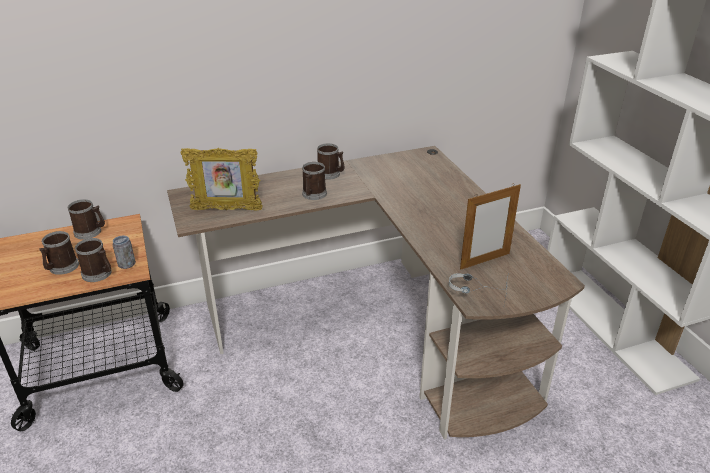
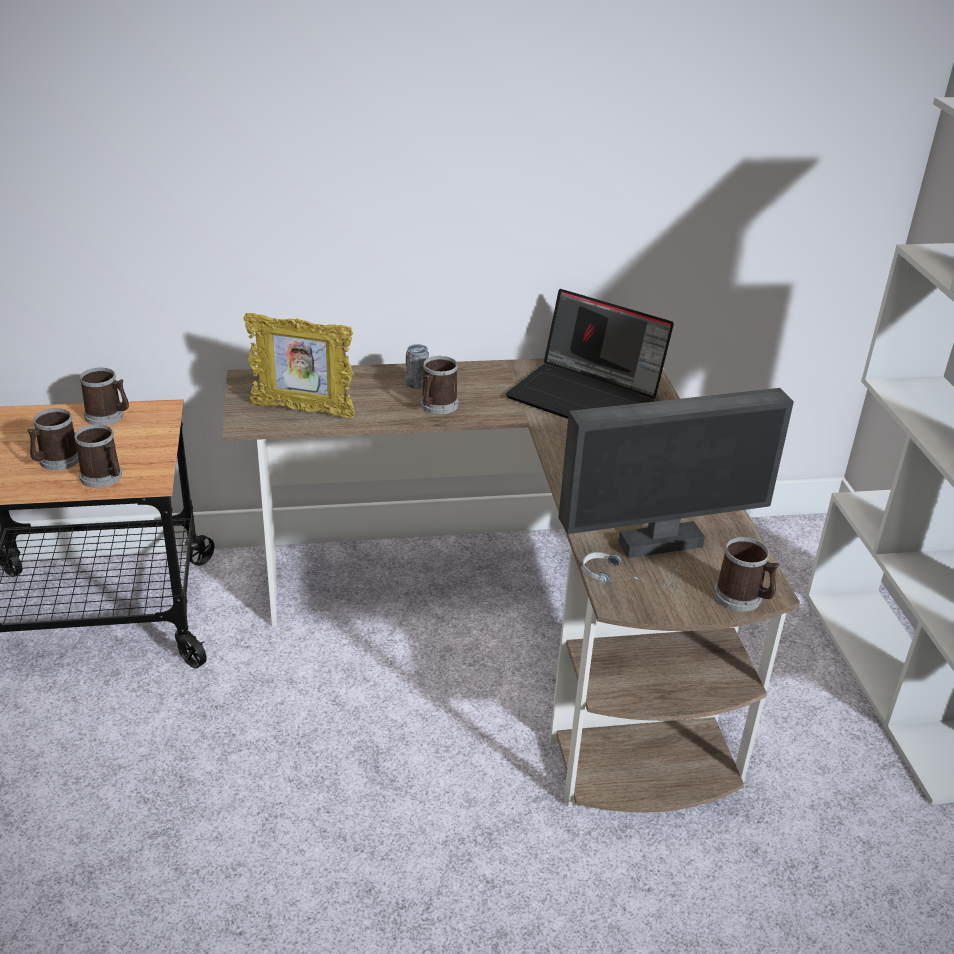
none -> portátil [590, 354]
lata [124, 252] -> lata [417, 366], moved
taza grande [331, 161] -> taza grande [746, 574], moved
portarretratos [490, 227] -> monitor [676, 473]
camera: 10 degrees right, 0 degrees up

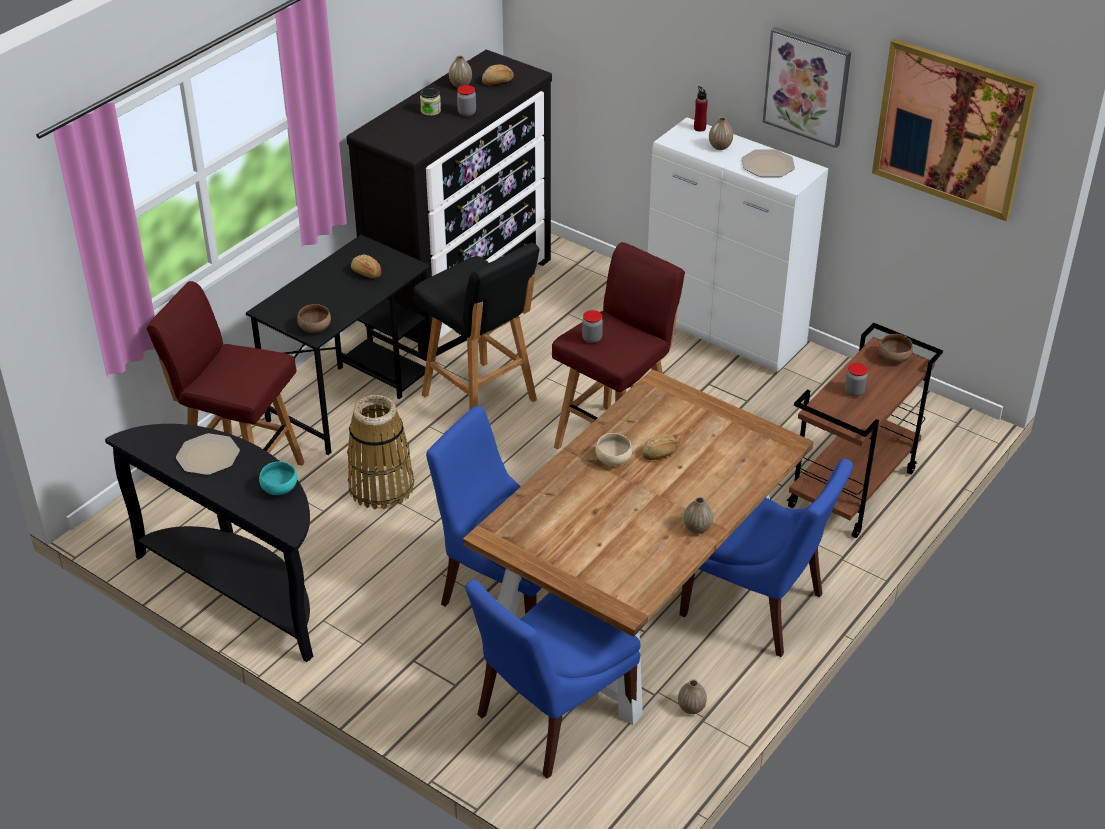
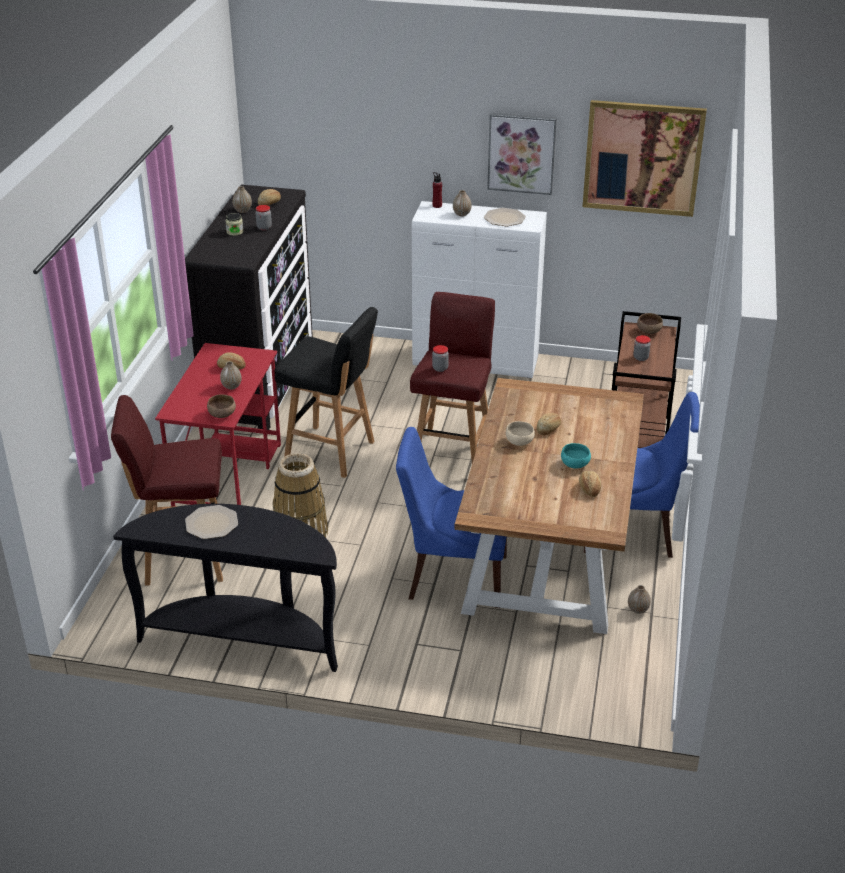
silla (azul) [553, 678] -> none
none -> pan [590, 484]
cuenco (turquesa) [278, 478] -> cuenco (turquesa) [576, 456], moved
florero [698, 515] -> florero [231, 375], moved
escritorio (negro) [338, 345] -> escritorio (rojo) [218, 425]
camera: 25 degrees left, 5 degrees down

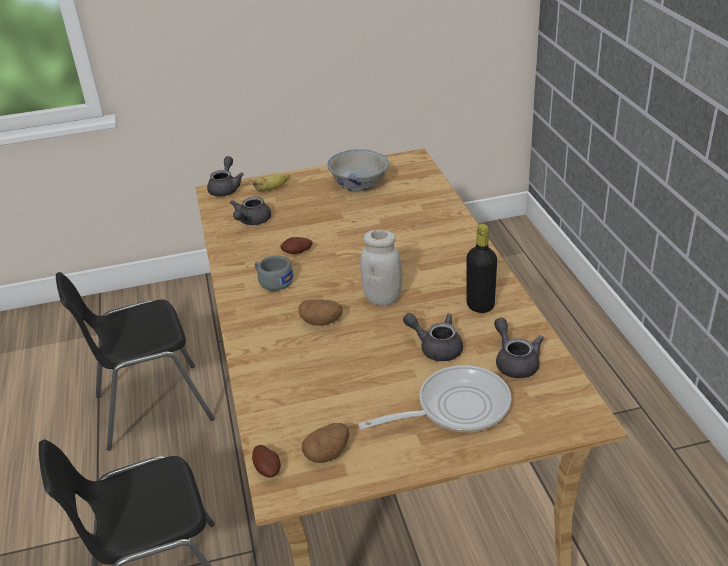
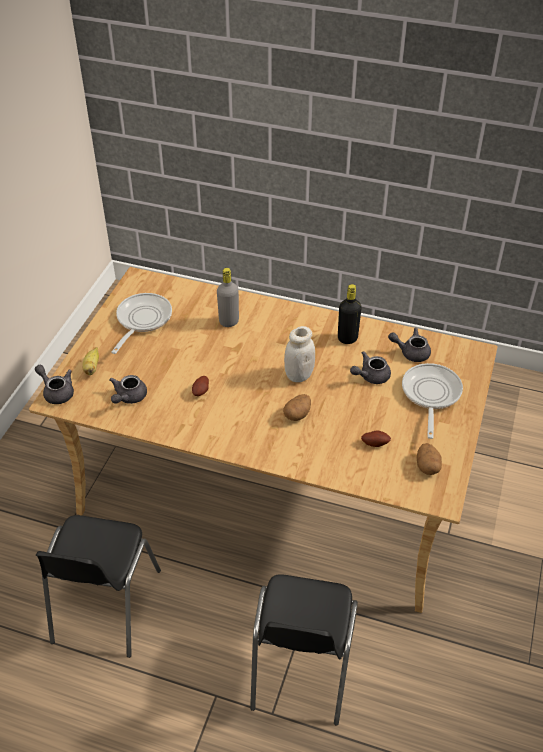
taza (gris) [274, 273] -> none
none -> botella (gris) [228, 297]
patata [266, 461] -> patata [376, 438], moved
cuenco (blanco) [358, 170] -> sartén [141, 323]
tetera (gris) [250, 211] -> tetera (gris) [128, 389], 60 degrees clockwise
camera: 60 degrees left, 10 degrees up

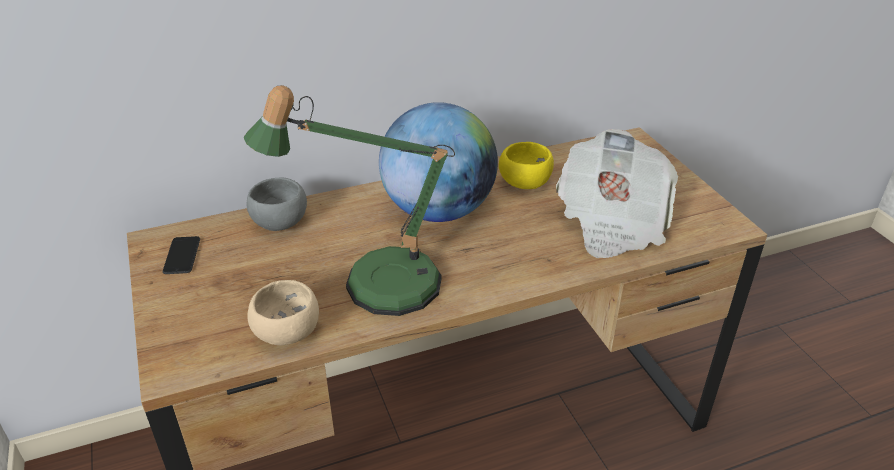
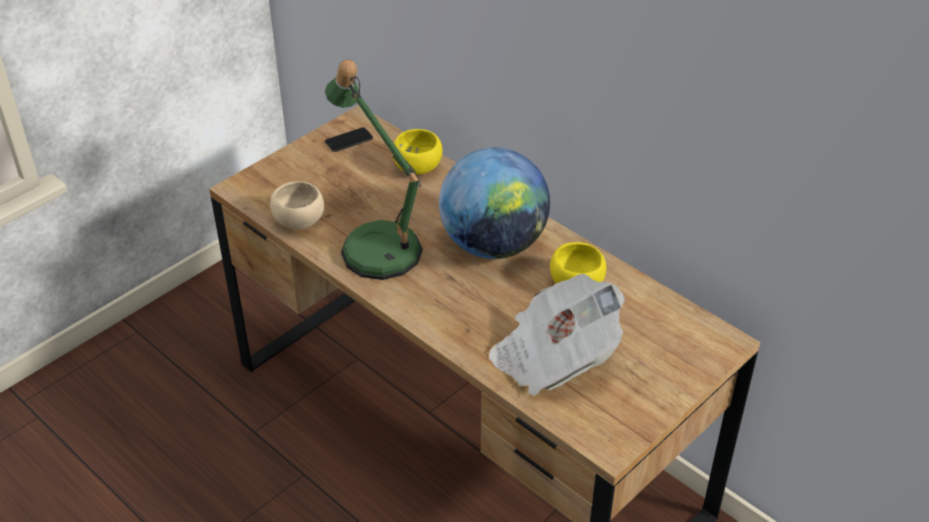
cuenco (gris) [276, 204] -> cuenco (amarillo) [417, 152]
camera: 65 degrees right, 5 degrees up

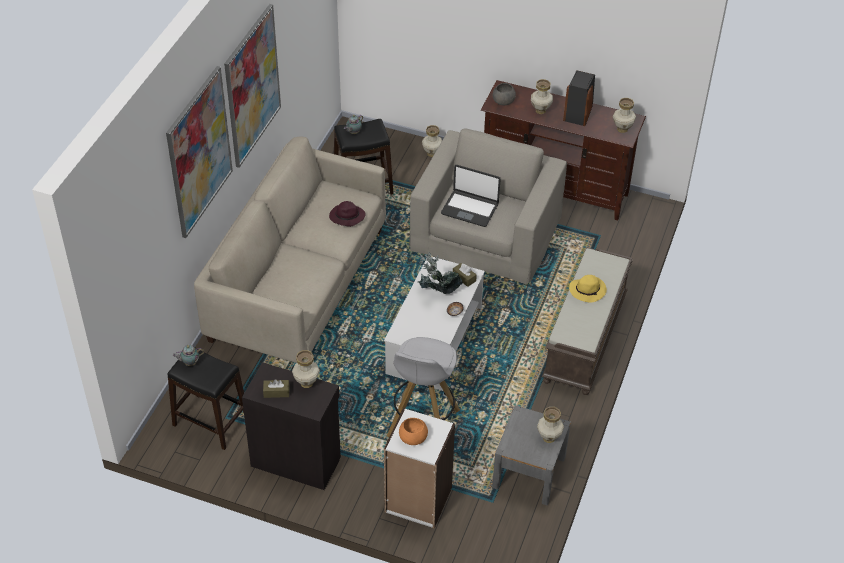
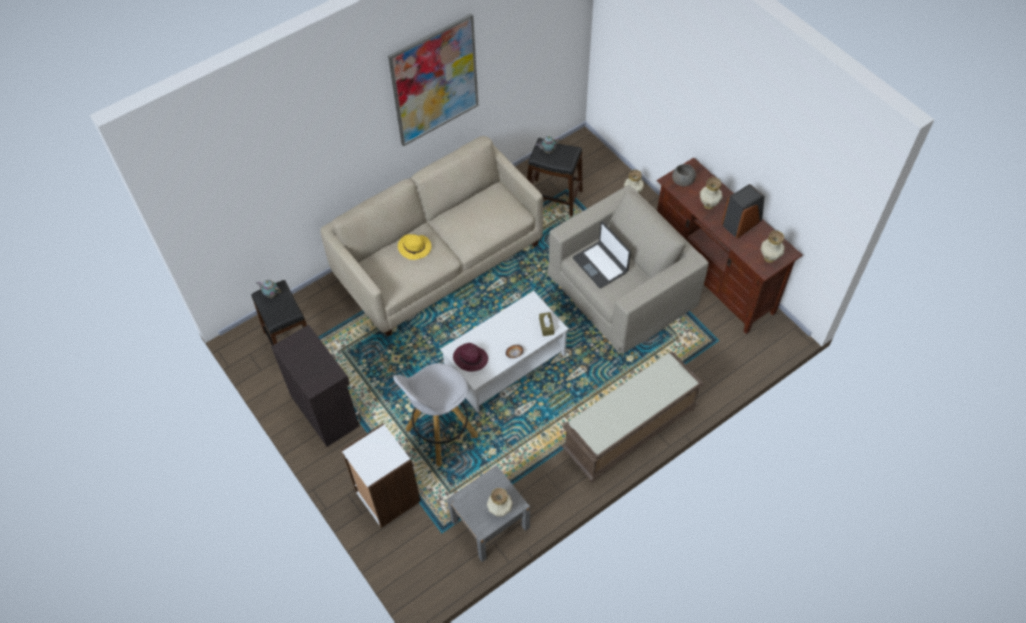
cuadro [199, 152] -> none
caja de pañuelos (marrón) [276, 388] -> none
florero [306, 369] -> none
cuenco (naranja) [413, 431] -> none
planta en maceta [439, 273] -> none
sombrero (morado) [347, 214] -> sombrero (morado) [470, 357], moved
sombrero (amarillo) [588, 289] -> sombrero (amarillo) [414, 247], moved
camera: 35 degrees right, 10 degrees up

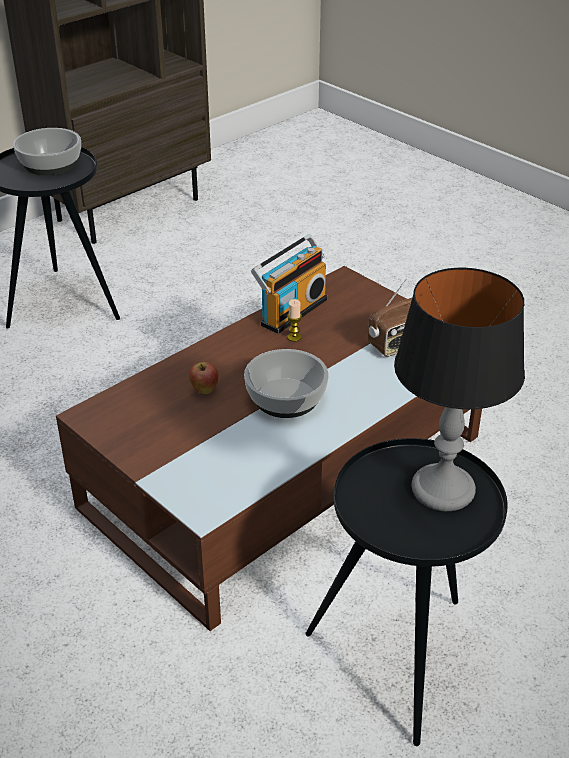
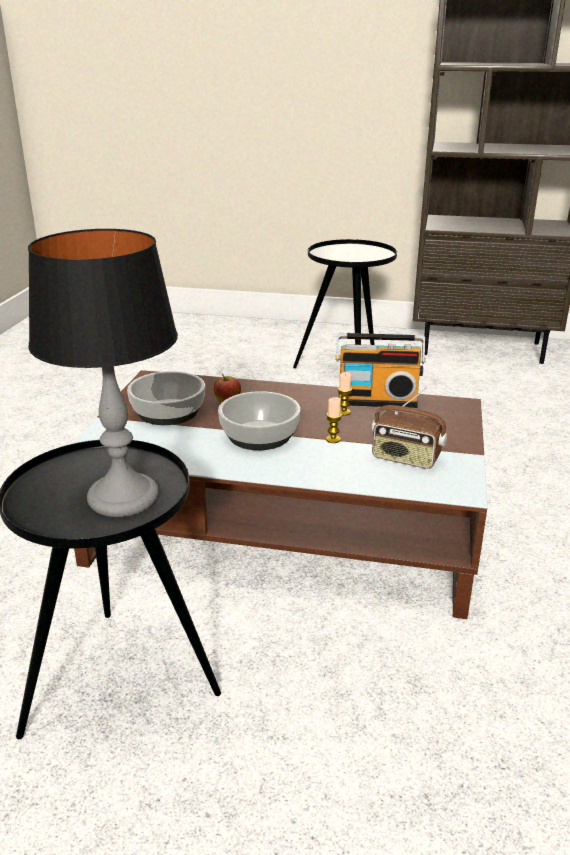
none -> vela [334, 420]
cuenco [47, 151] -> cuenco [166, 398], moved
camera: 55 degrees right, 10 degrees down

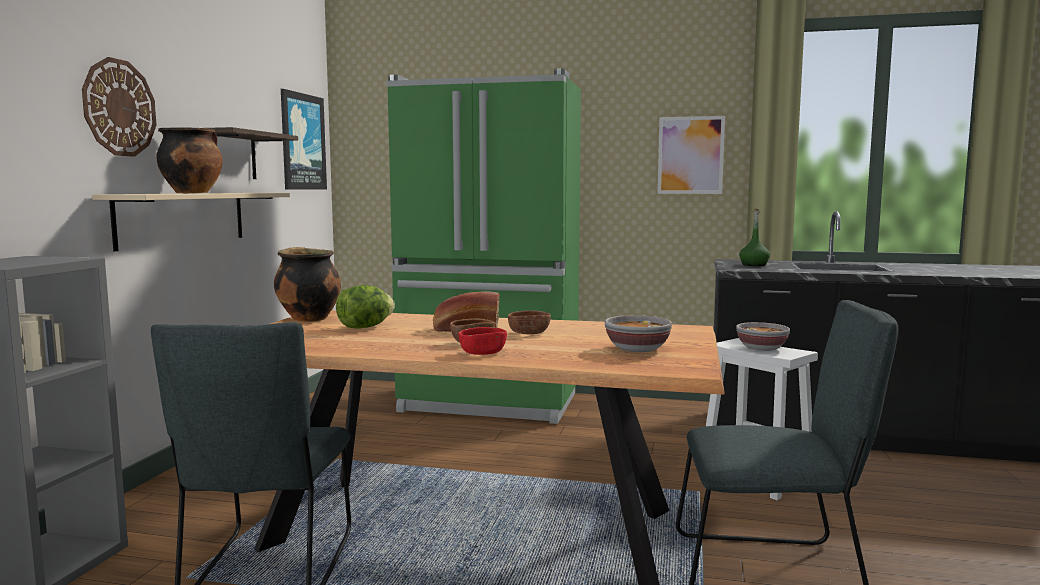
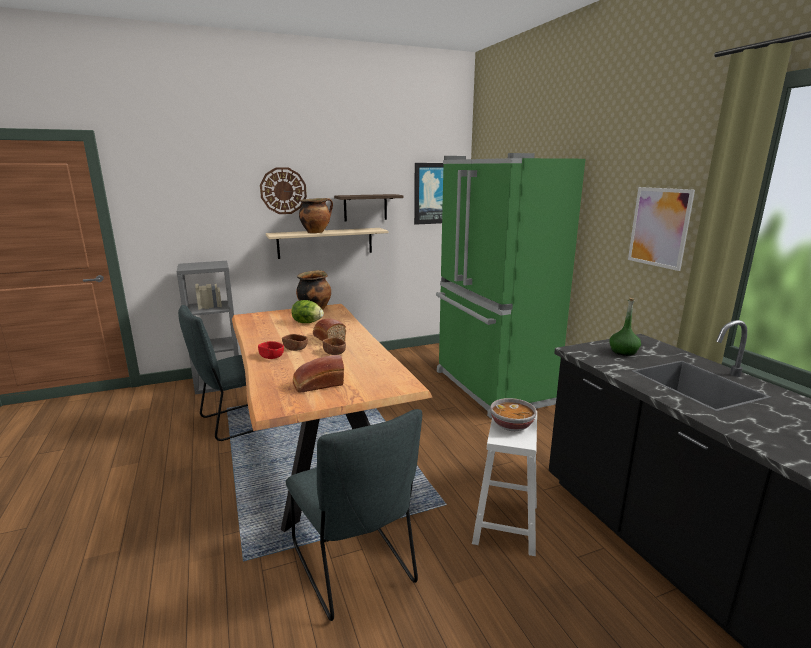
cuenco [638, 333] -> pan [318, 374]
camera: 55 degrees right, 10 degrees up

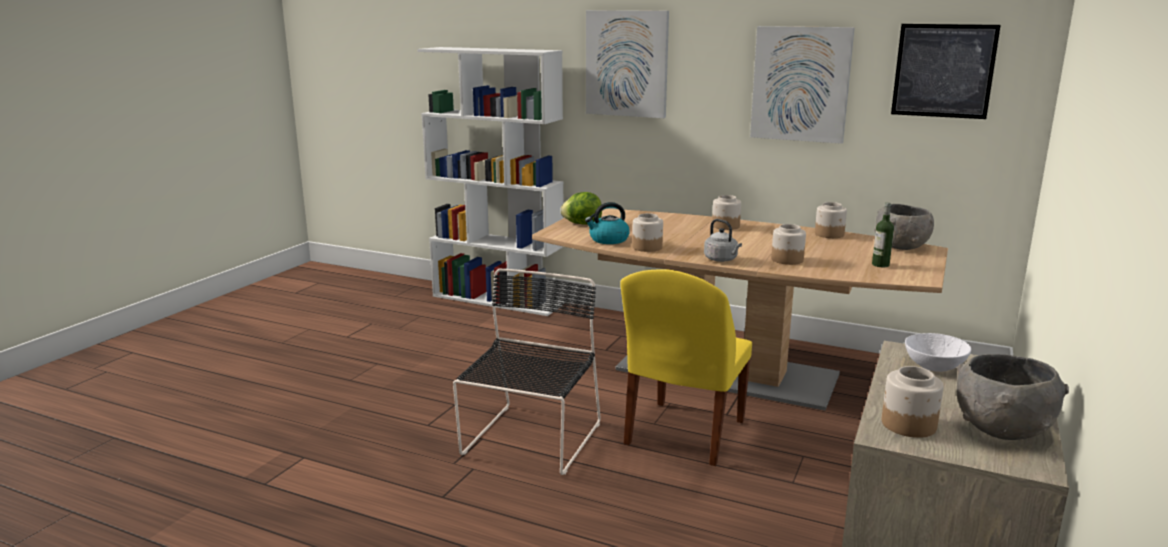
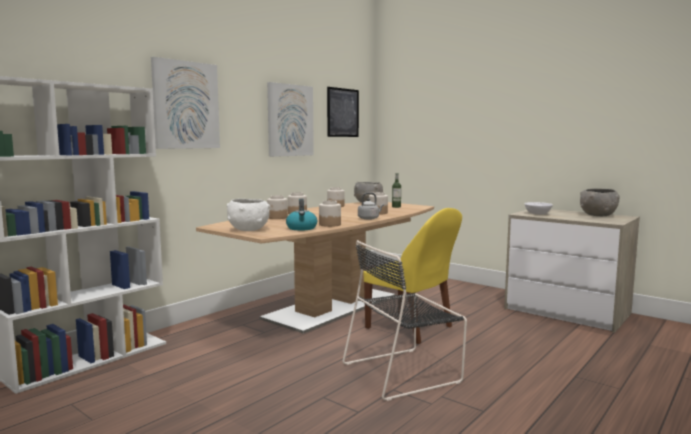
tarro [912, 402] -> tarro [277, 207], moved
lechuga [581, 208] -> cuenco (blanco) [248, 214]
silla (negro) [527, 371] -> silla (negro) [404, 320], 60 degrees counterclockwise
camera: 75 degrees left, 10 degrees down

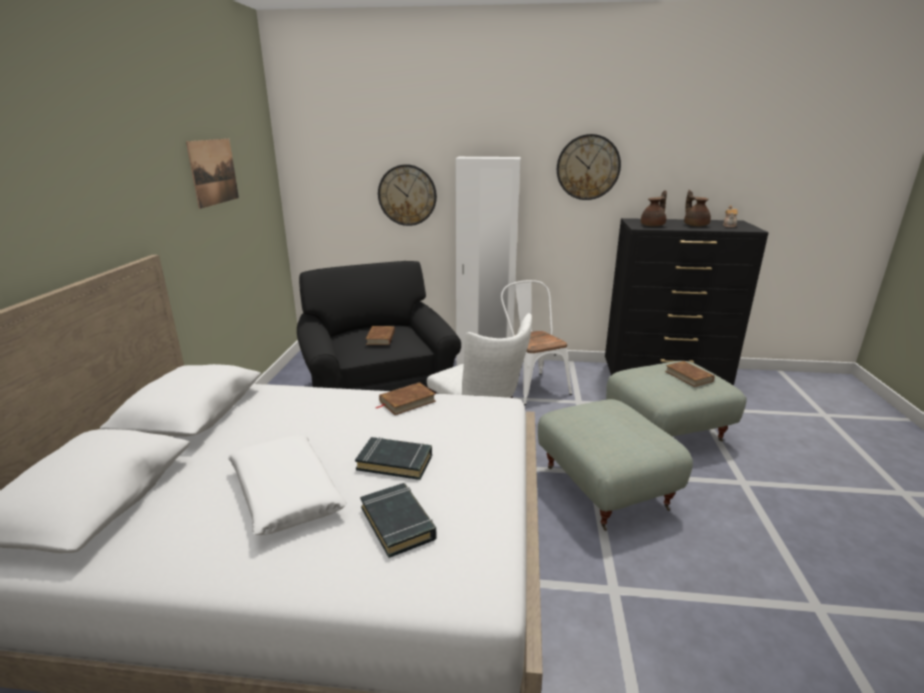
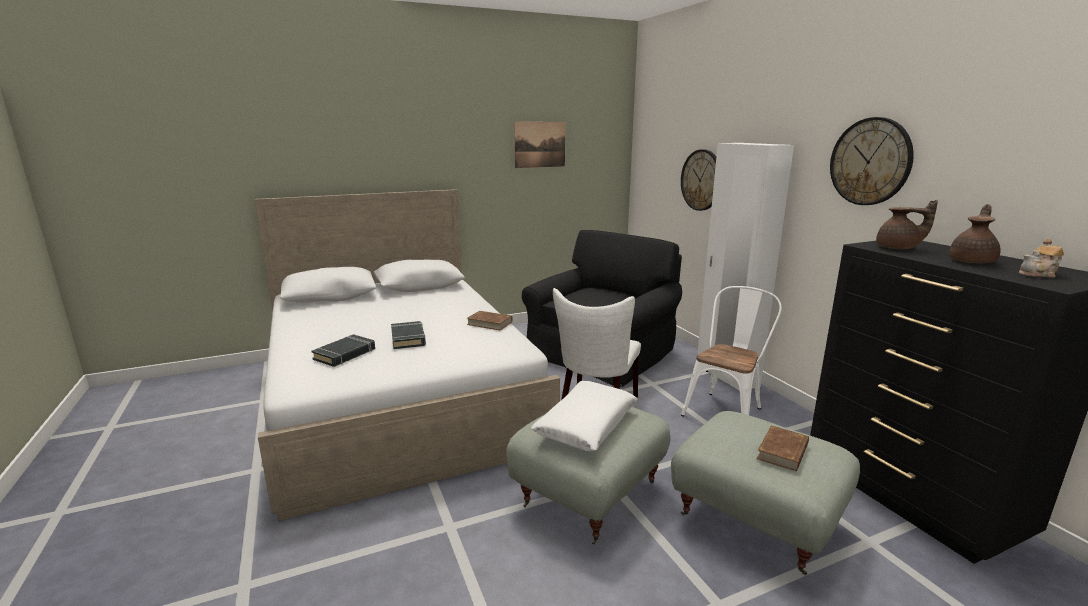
libro (marrón) [380, 335] -> none
cojín (blanco) [287, 485] -> cojín (blanco) [584, 416], moved
camera: 60 degrees right, 5 degrees down

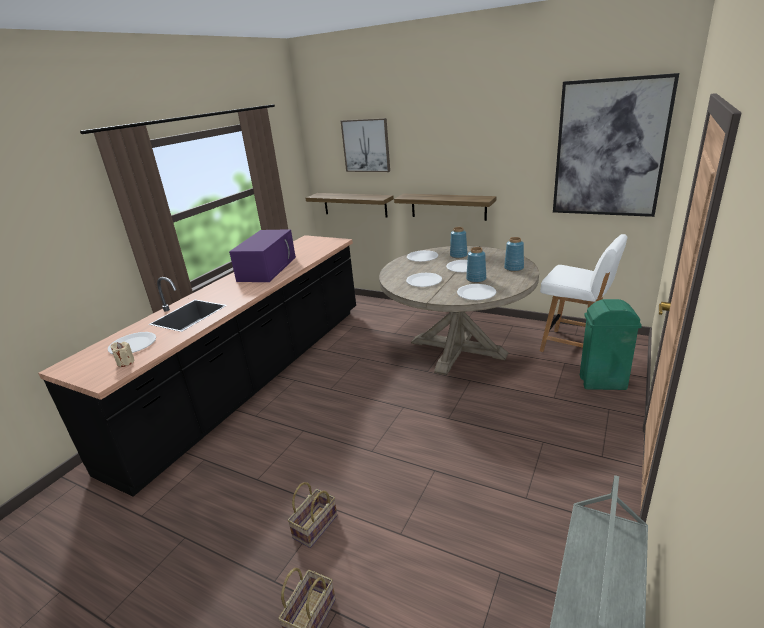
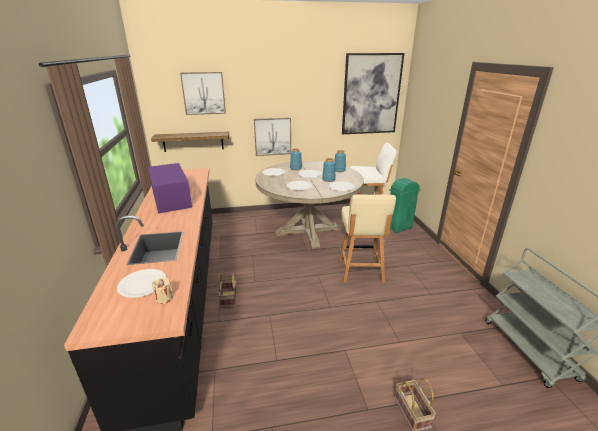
none -> silla (beis) [367, 238]
cesta [312, 515] -> cesta [227, 290], moved
estante [445, 207] -> cuadro [272, 137]
camera: 40 degrees left, 0 degrees up

